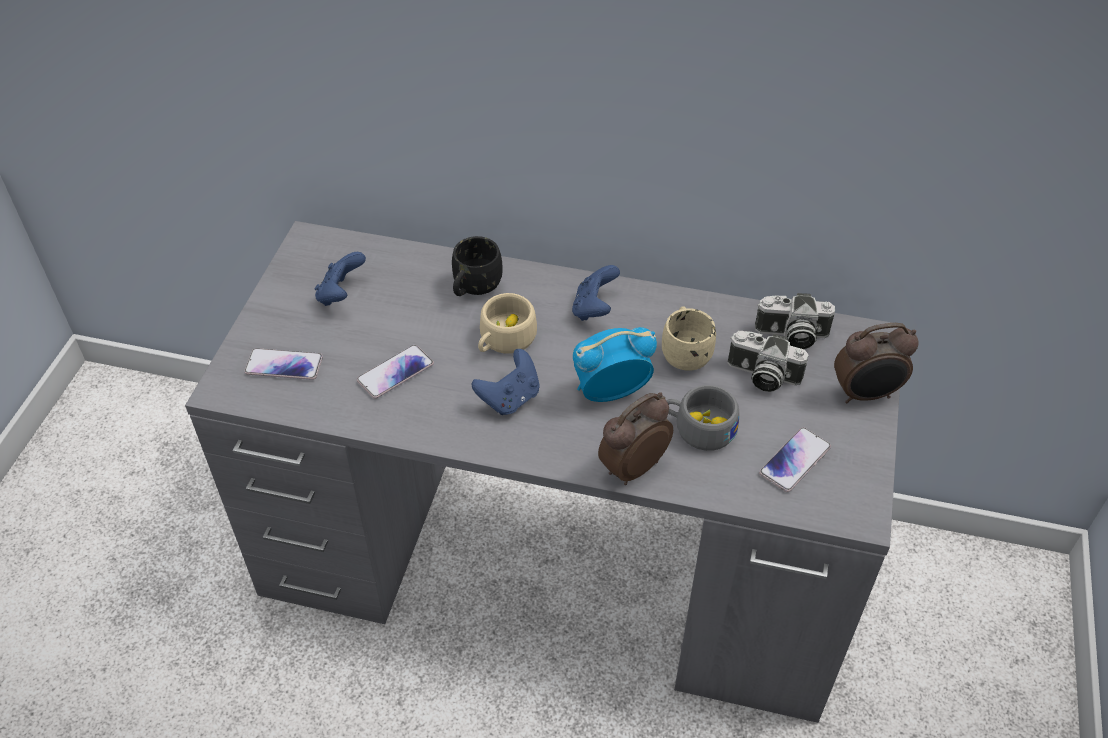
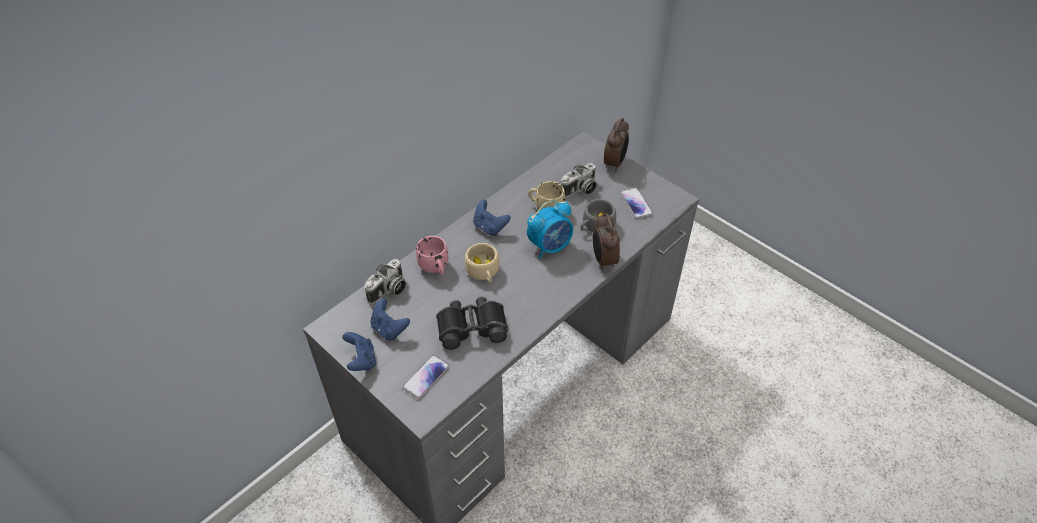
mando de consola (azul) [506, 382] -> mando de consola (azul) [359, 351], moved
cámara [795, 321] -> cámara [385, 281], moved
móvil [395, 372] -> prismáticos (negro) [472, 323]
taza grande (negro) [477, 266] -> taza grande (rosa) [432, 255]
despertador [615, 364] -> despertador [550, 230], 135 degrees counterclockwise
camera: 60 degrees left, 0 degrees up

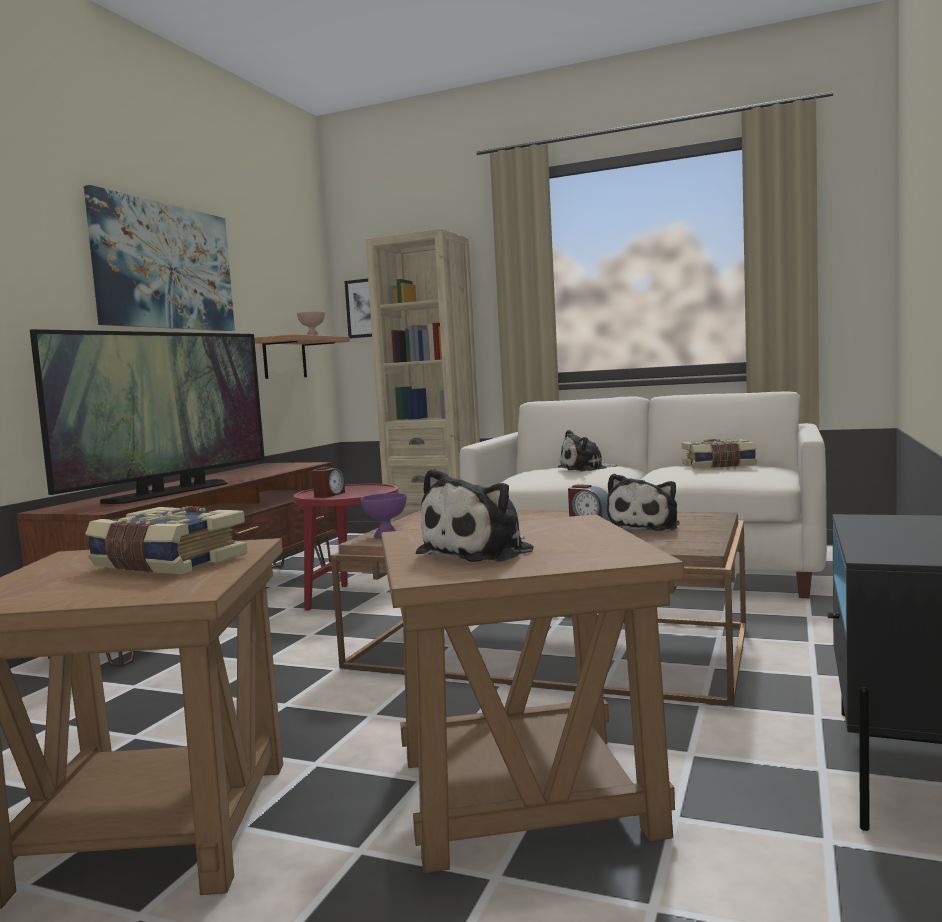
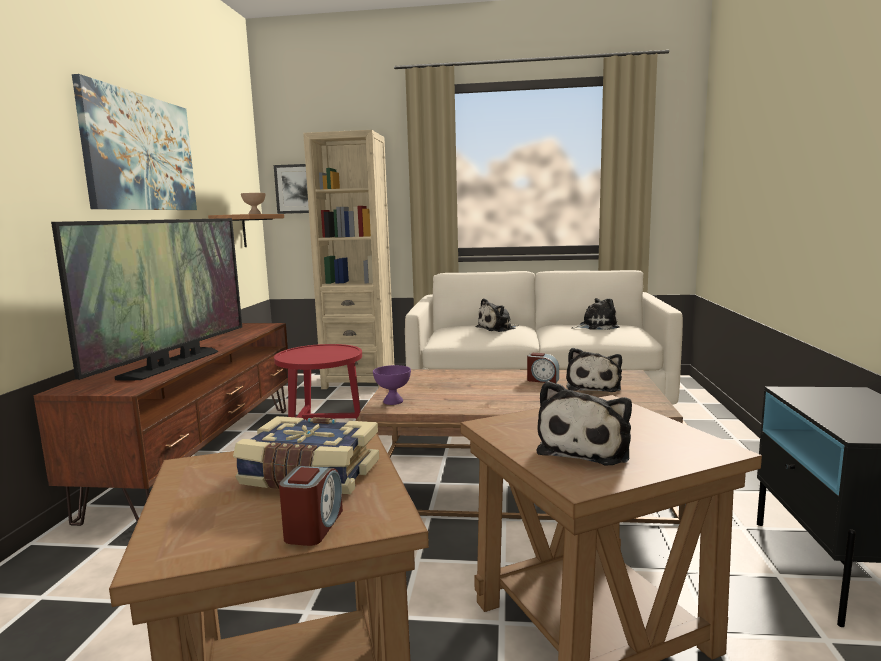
despertador [328, 482] -> despertador [311, 506], moved
libro [719, 453] -> peluche [595, 314]
camera: 15 degrees left, 5 degrees up

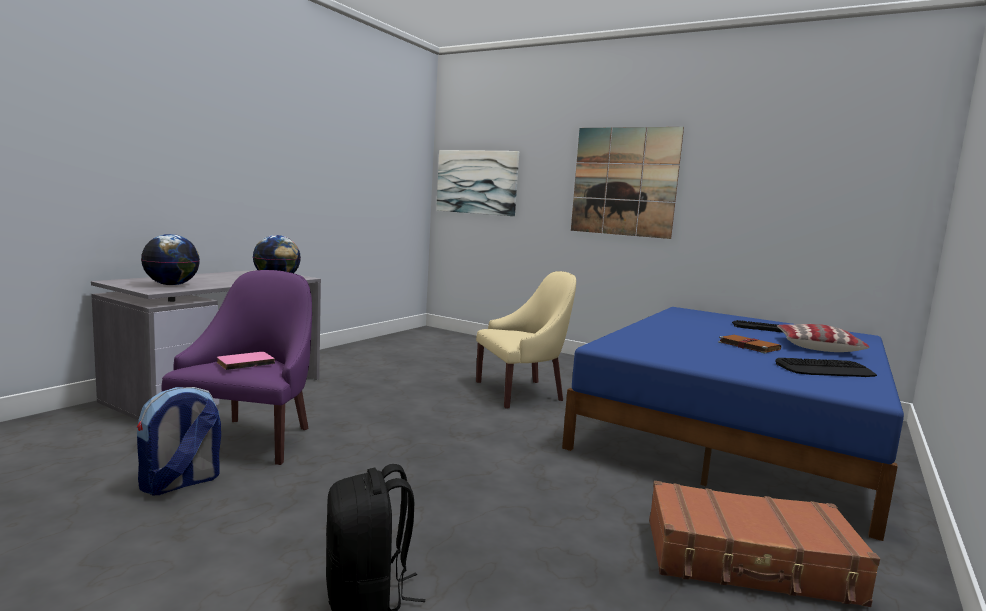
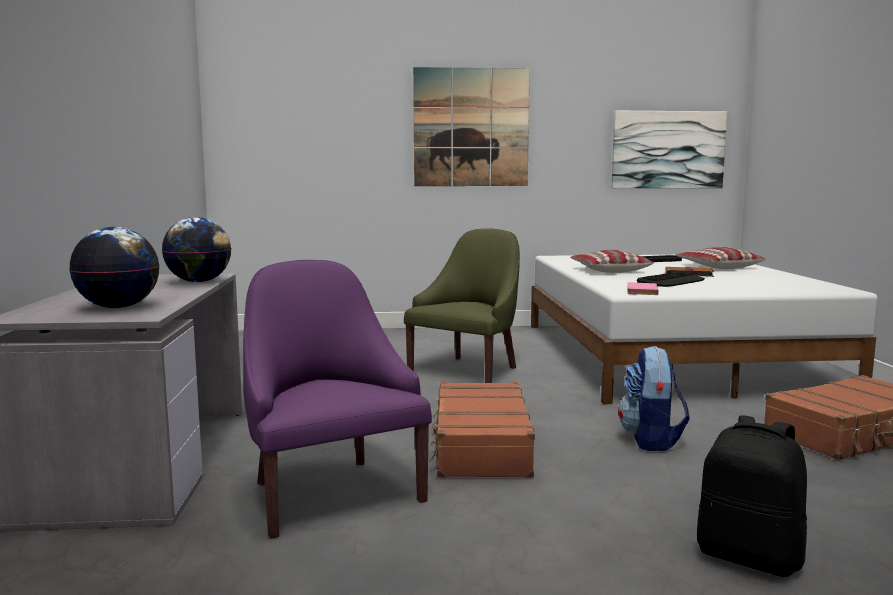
none -> maleta (marrón) [482, 430]
none -> cojín [612, 261]
mochila [179, 441] -> mochila [654, 398], moved
libro (rosa) [246, 361] -> libro (rosa) [643, 288], moved
cuadro [477, 183] -> cuadro [669, 149], moved
teclado [826, 367] -> teclado [671, 279], moved
sillón (beis) [526, 339] -> sillón (verde) [462, 306]
cama (azul) [733, 424] -> cama (blanco) [704, 329]
camera: 35 degrees left, 0 degrees up

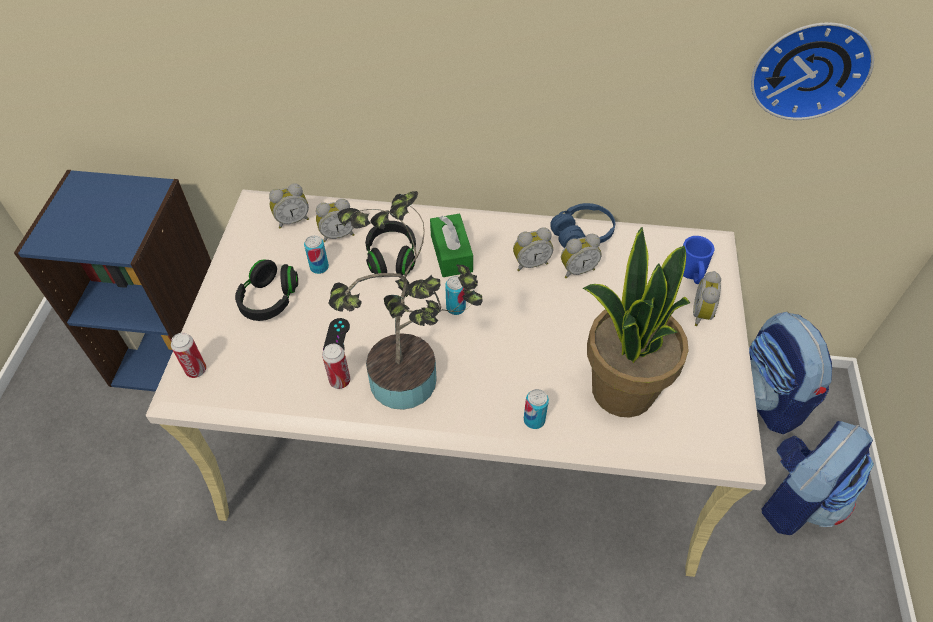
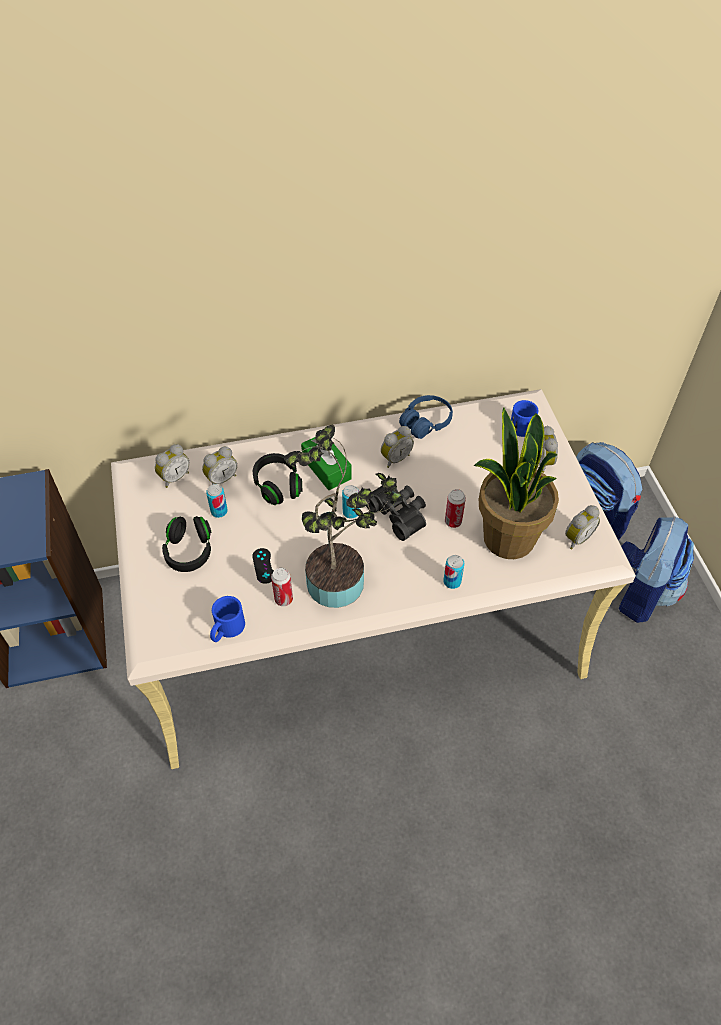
reloj de pared [812, 71] -> none
none -> taza grande (azul) [227, 619]
none -> prismáticos (negro) [396, 513]
lata [188, 355] -> lata [455, 508], moved
despertador [581, 256] -> despertador [582, 527], moved
camera: 20 degrees left, 0 degrees up

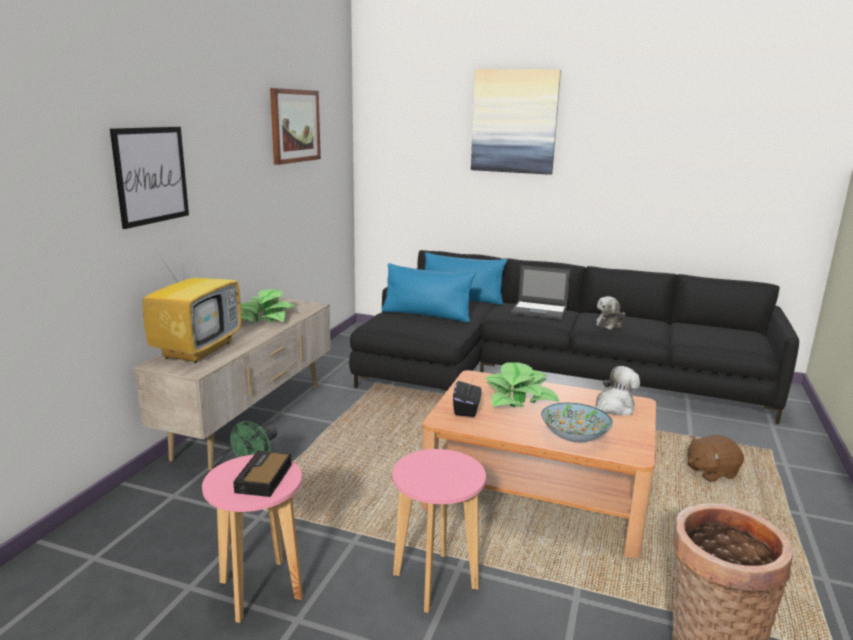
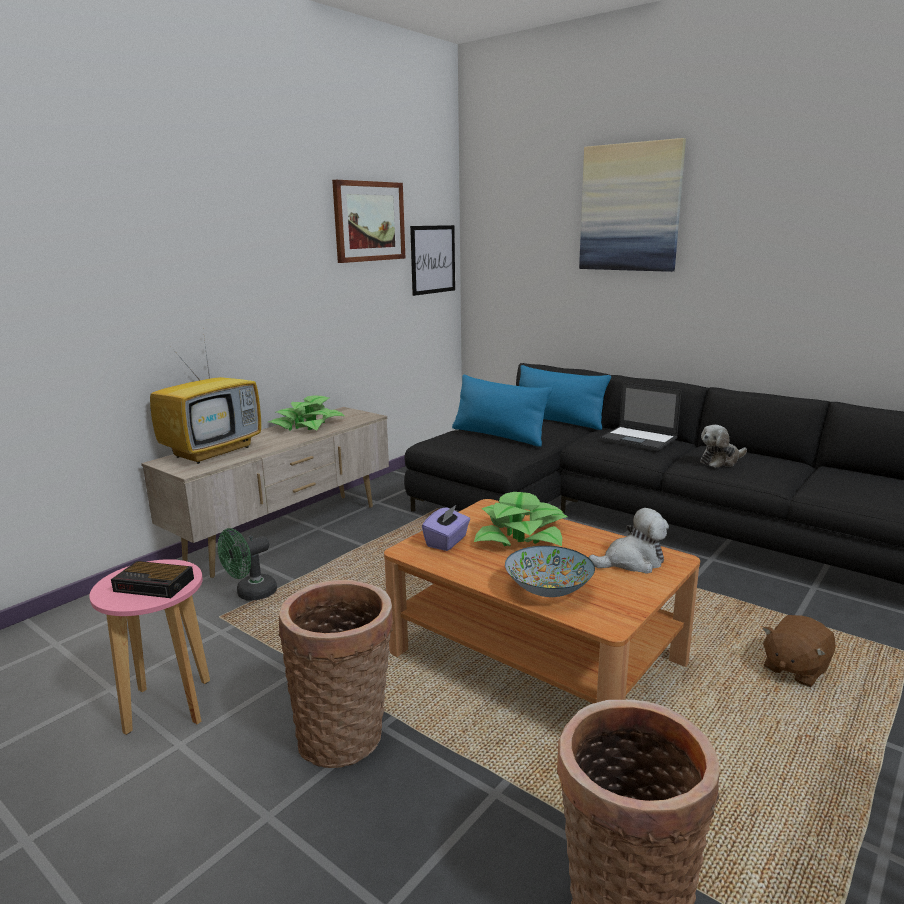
cuadro [149, 178] -> cuadro [432, 260], moved
taburete (rosa) [439, 531] -> cesta [335, 674]
caja de pañuelos (negro) [467, 398] -> caja de pañuelos (morado) [446, 527]
despertador [262, 474] -> despertador [152, 579], 105 degrees counterclockwise
peluche (marrón) [715, 458] -> peluche (marrón) [798, 651], 45 degrees counterclockwise
camera: 20 degrees right, 0 degrees up

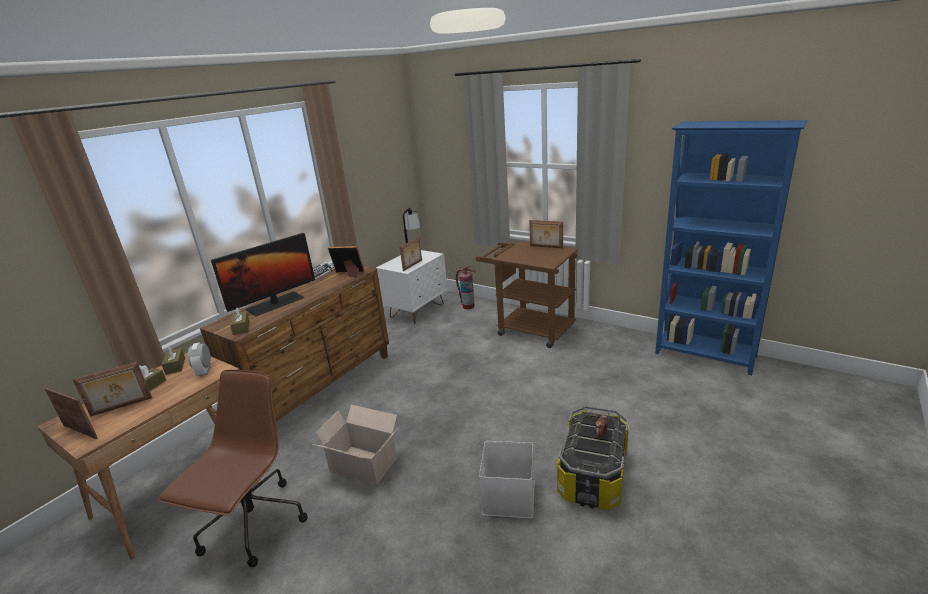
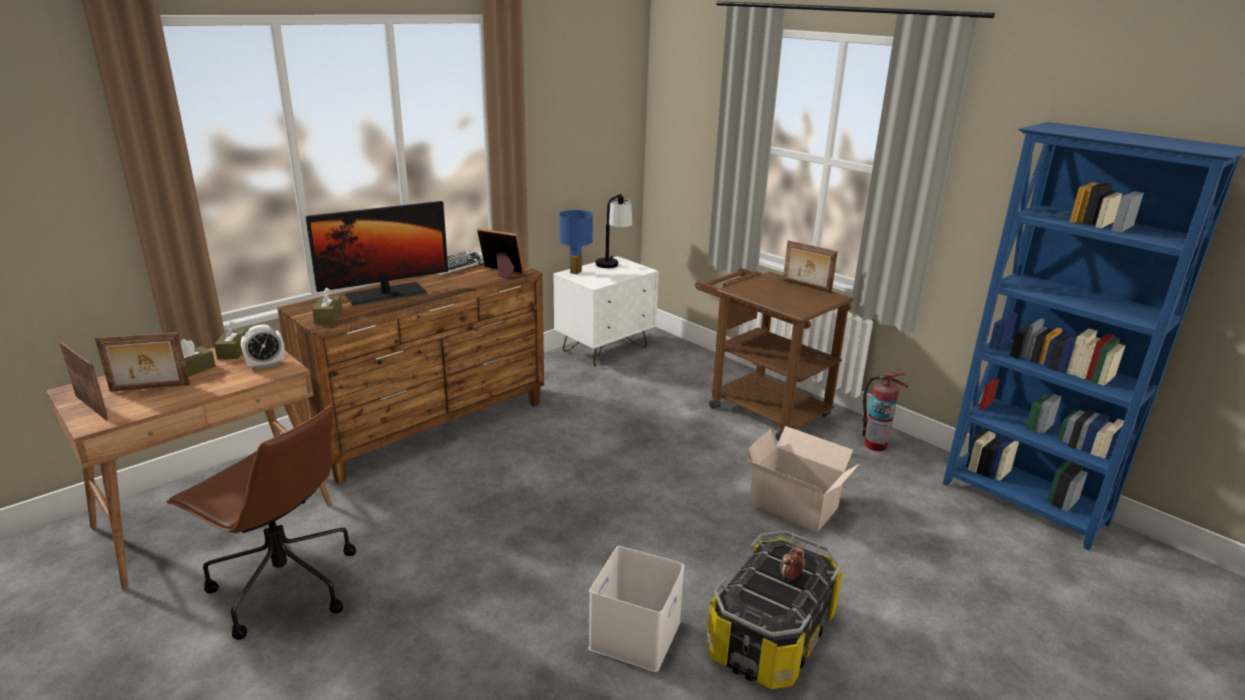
portarretratos [410, 254] -> none
none -> lámpara de mesa (azul) [576, 242]
caja de cartón [356, 445] -> caja de cartón [803, 479], moved
extintor [466, 287] -> extintor [885, 412], moved
silla de oficina (marrón) [233, 468] -> silla de oficina (marrón) [261, 523], 90 degrees clockwise
despertador [199, 359] -> despertador [263, 346], 120 degrees counterclockwise
camera: 10 degrees right, 0 degrees up

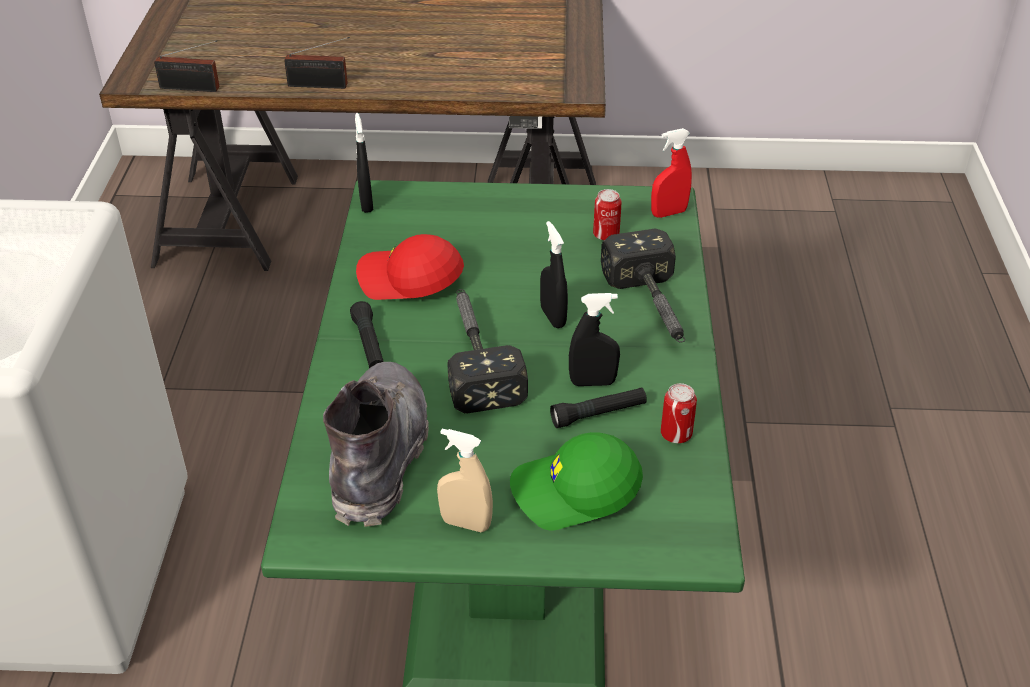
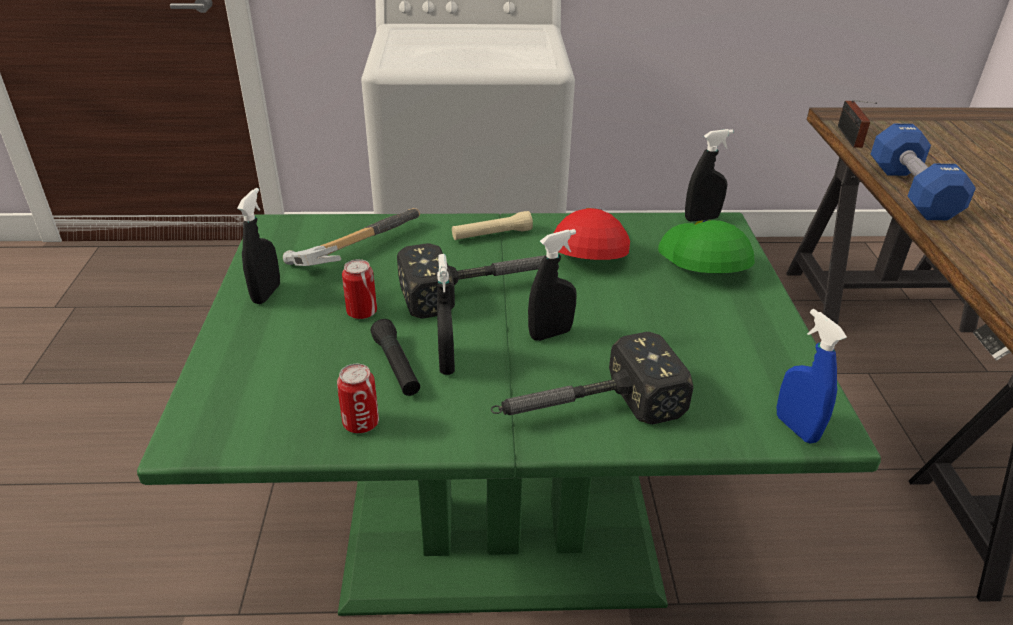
gorra (verde) [576, 481] -> gorra (verde) [706, 246], moved
lata [607, 214] -> lata [359, 289], moved
radio [317, 63] -> mancuerna (azul) [923, 172]
bota (gris) [376, 444] -> martillo [351, 237]
linterna (negro) [367, 334] -> linterna (beis) [492, 225]
pulverizador (beis) [465, 480] -> pulverizador (negro) [258, 246]
pulverizador (rojo) [671, 173] -> pulverizador (azul) [812, 376]
camera: 85 degrees right, 5 degrees down

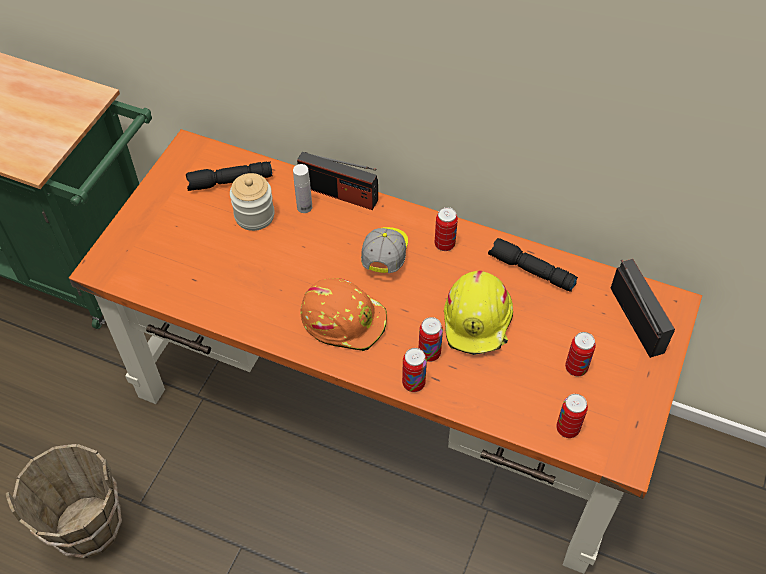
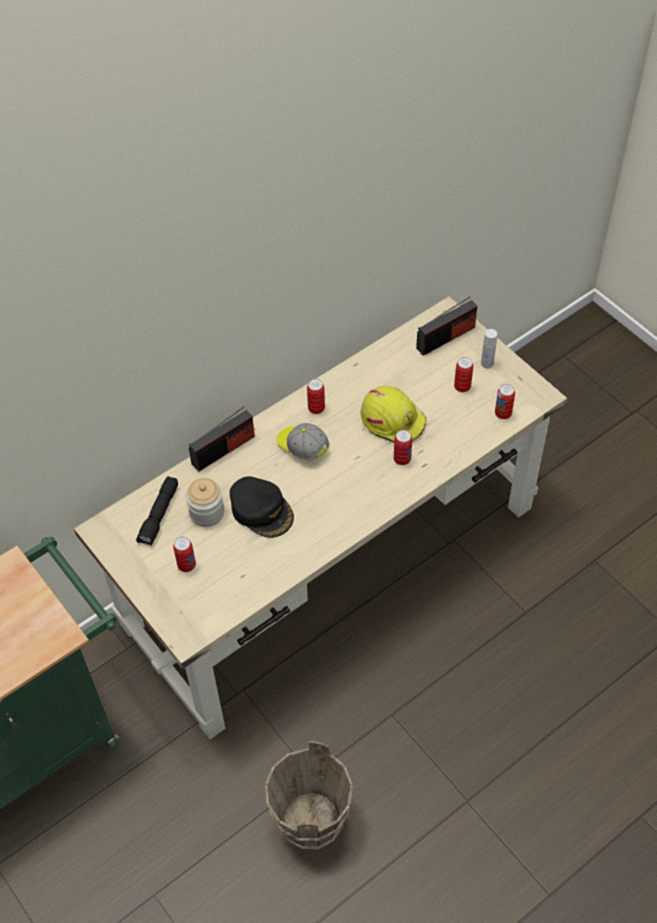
casco (naranja) [344, 314] -> none
linterna (negro) [533, 265] -> none
none -> gorra (negro) [262, 507]
botella (blanco) [302, 188] -> botella (blanco) [489, 348], moved
lata [414, 370] -> lata [184, 554], moved
escritorio (naranja) [386, 351] -> escritorio (beis) [320, 517]
radio [642, 308] -> radio [446, 326], 135 degrees clockwise
camera: 60 degrees left, 0 degrees up

